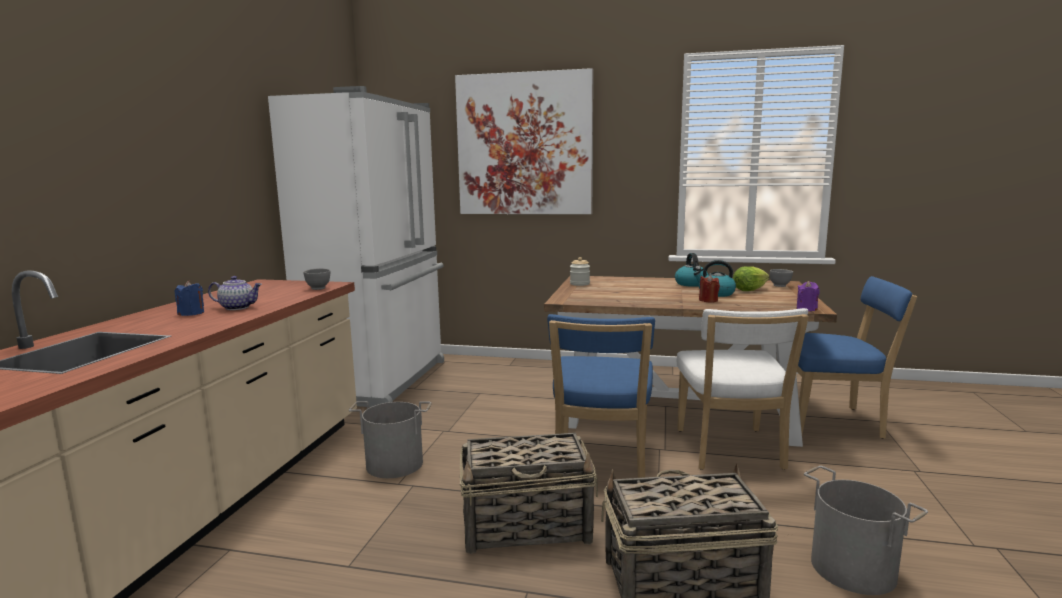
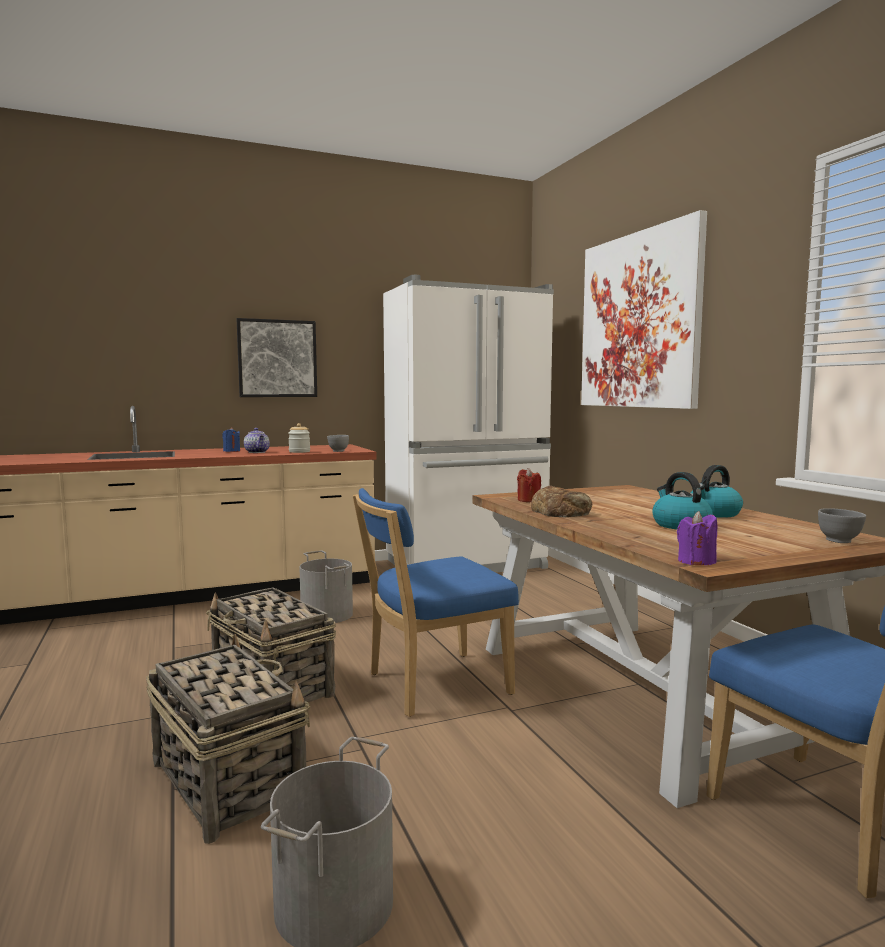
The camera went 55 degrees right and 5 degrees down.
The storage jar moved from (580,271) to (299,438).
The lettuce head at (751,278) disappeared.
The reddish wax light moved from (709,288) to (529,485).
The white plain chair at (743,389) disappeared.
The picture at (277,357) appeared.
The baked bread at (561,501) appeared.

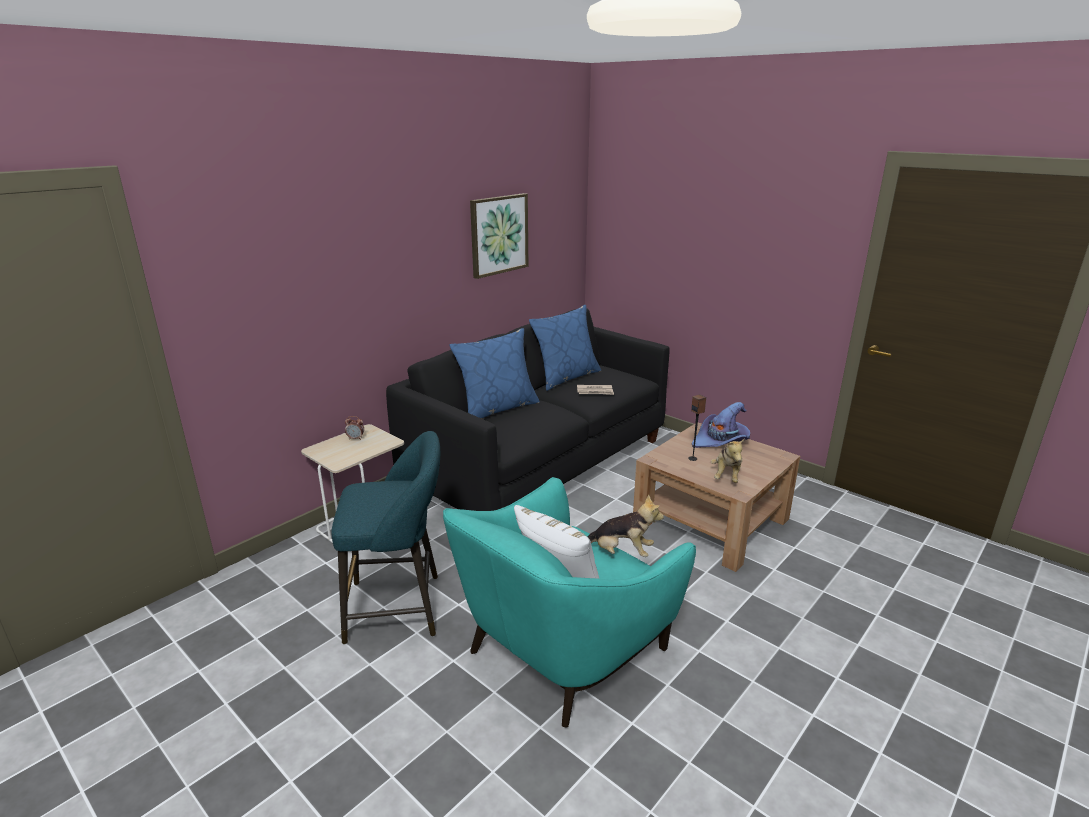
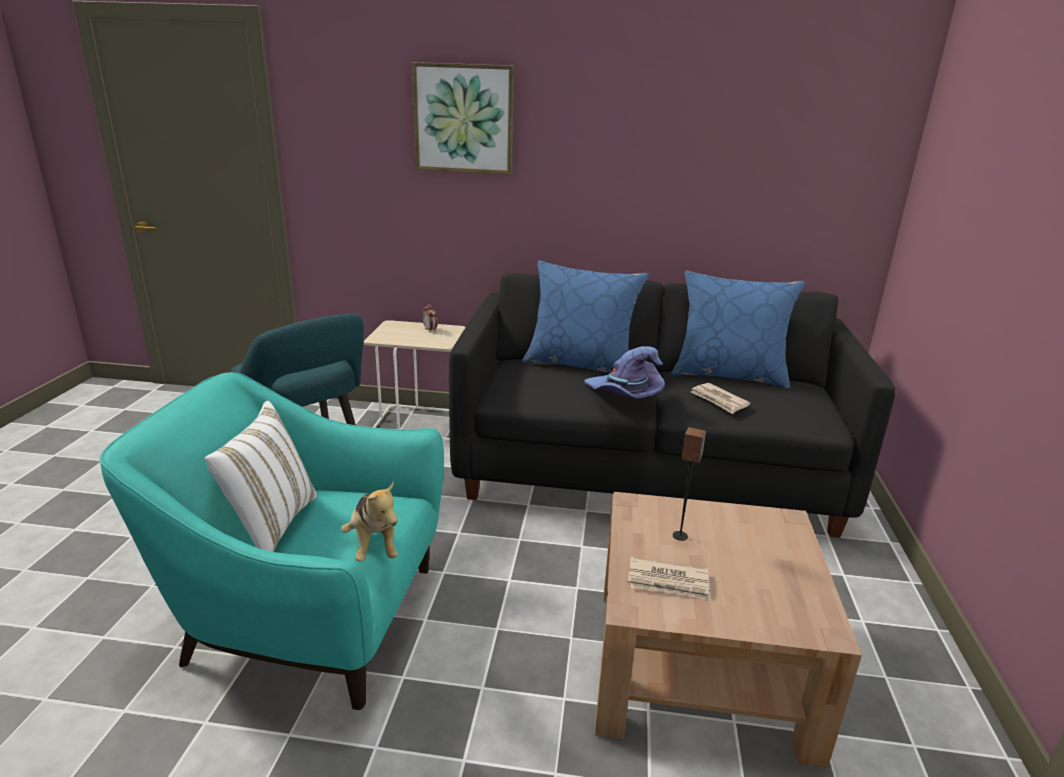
The camera went 55 degrees right and 0 degrees up.
The picture moved from (499,236) to (462,118).
The purplish hat moved from (721,425) to (624,372).
The cuddly toy at (728,460) was replaced by the daily paper at (669,578).

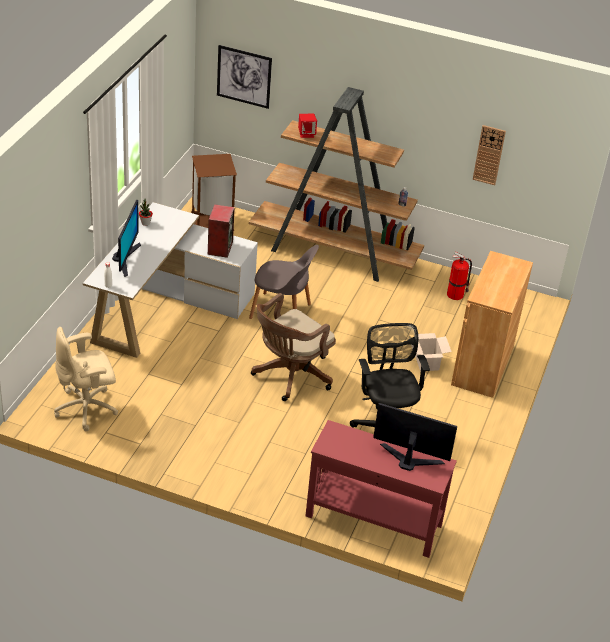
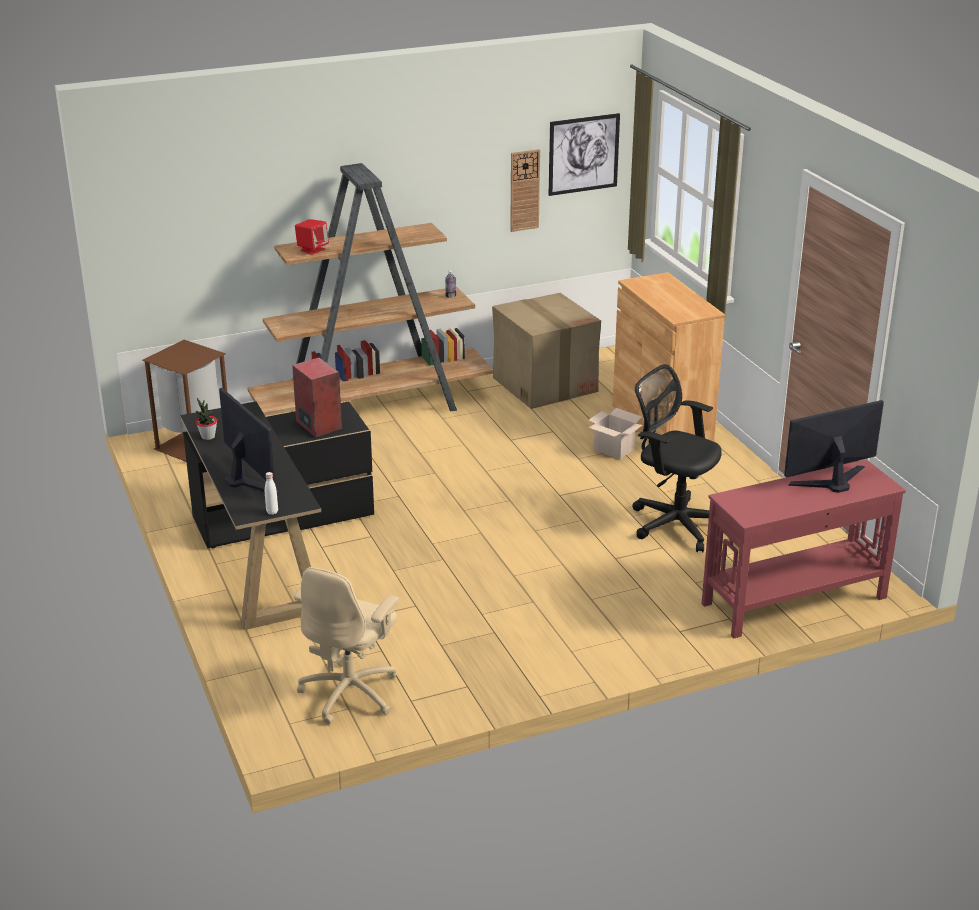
The camera went 40 degrees left and 10 degrees down.
The picture moved from (244,77) to (584,154).
The white desk unit at (170,280) became the black-coloured desk unit at (277,516).
The gray plain chair at (284,282) disappeared.
The fire extinguisher at (459,276) was replaced by the carton at (546,351).
The brown desk chair at (293,347) disappeared.

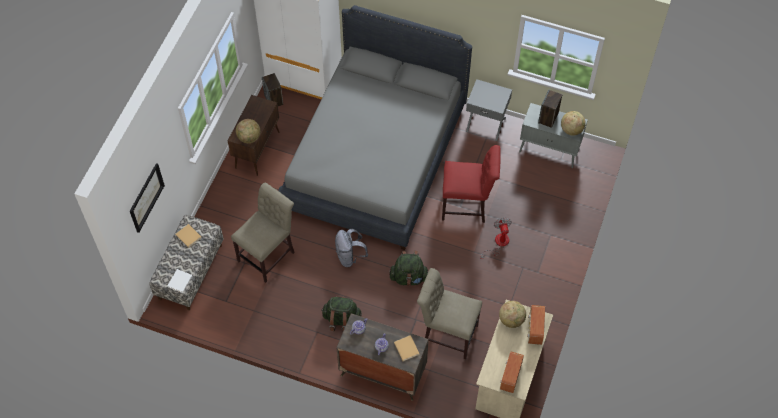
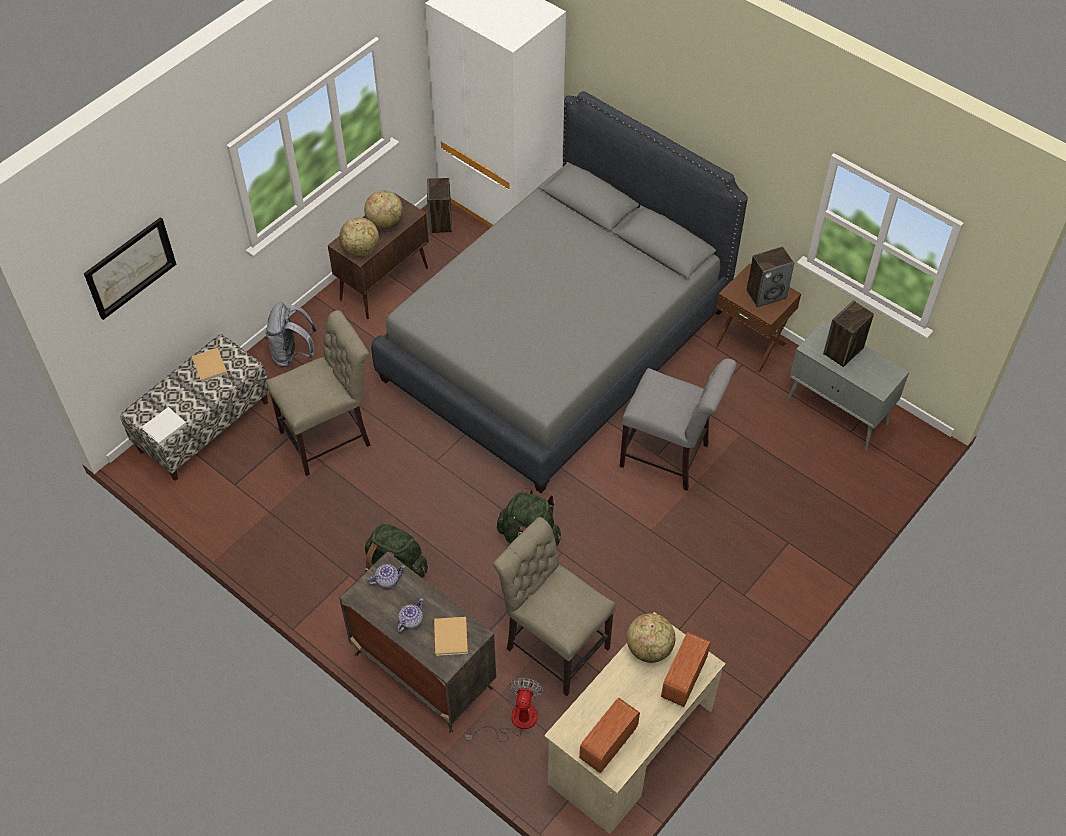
The camera went 20 degrees right and 5 degrees down.
The gray bedside table at (489,110) became the brown bedside table at (757,318).
The globe moved from (573,123) to (383,210).
The reddish plain chair at (471,184) became the gray plain chair at (678,425).
The electric fan moved from (496,238) to (504,710).
The gray knapsack moved from (351,248) to (291,334).
The speaker at (770,277) appeared.

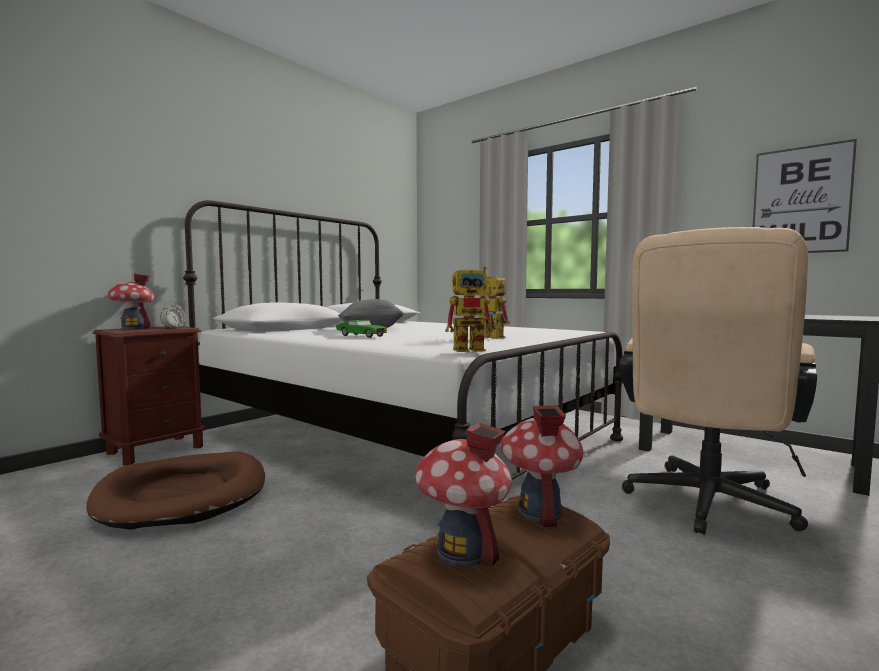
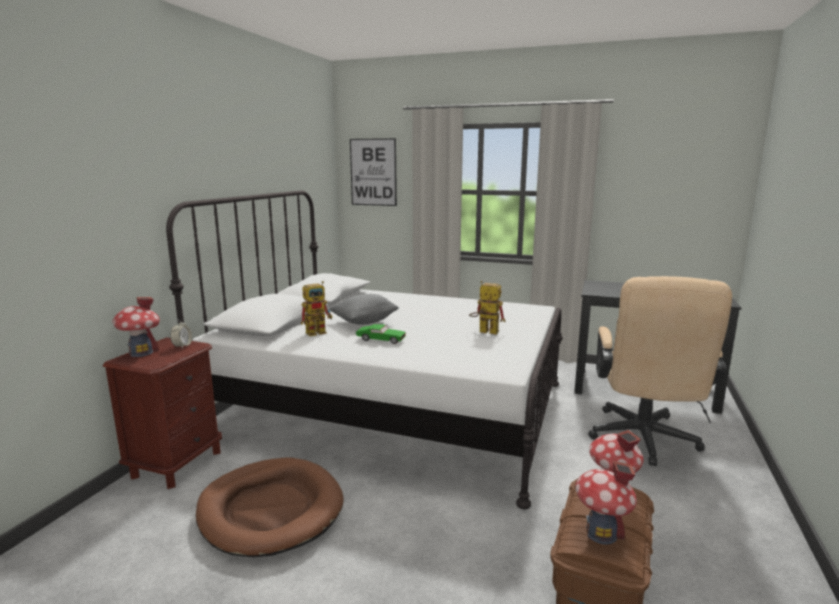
The camera went 20 degrees left and 10 degrees up.
The picture moved from (805,196) to (373,172).
The toy robot moved from (471,309) to (316,308).

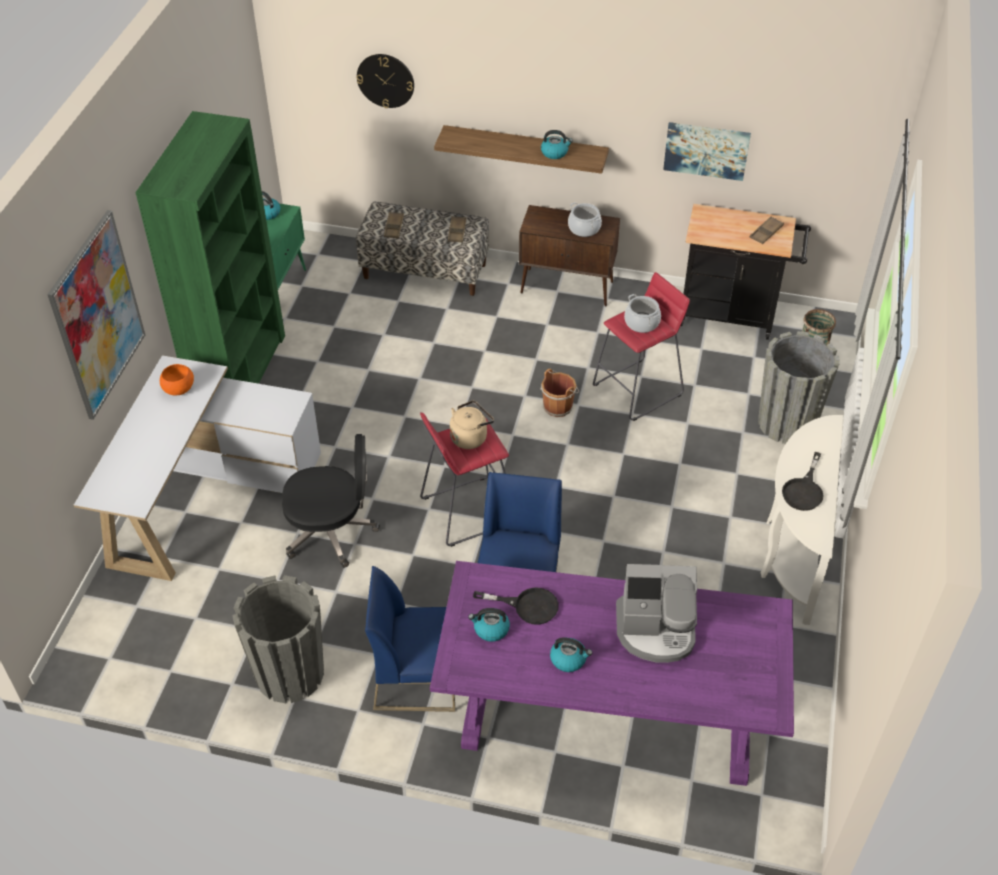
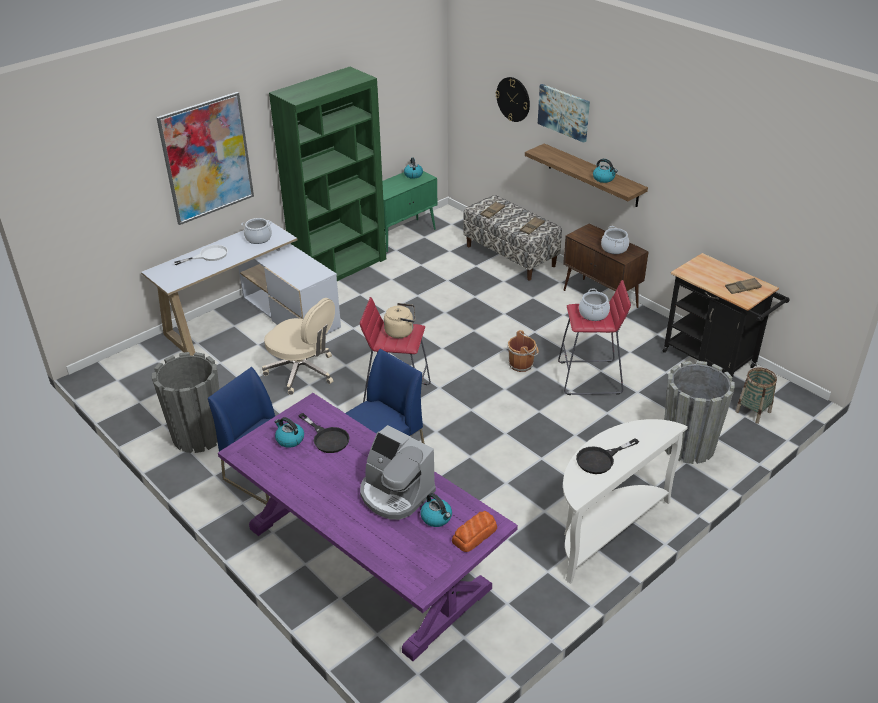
The camera went 35 degrees right and 10 degrees down.
The picture moved from (707,151) to (564,113).
The orangey deep dish at (177,379) was replaced by the cooking pot at (256,231).
The black-coloured desk chair at (331,501) became the beige desk chair at (298,346).
The water kettle moved from (571,654) to (436,510).
The white skillet at (201,255) appeared.
The baked bread at (474,531) appeared.

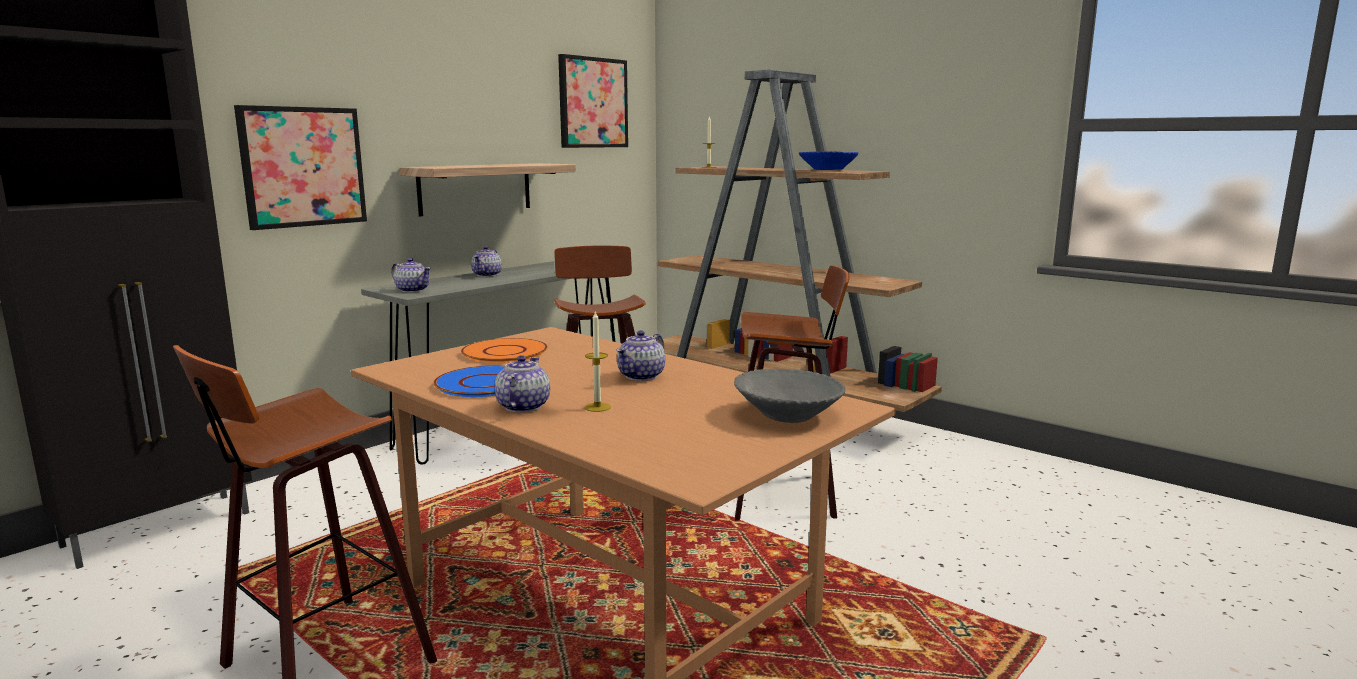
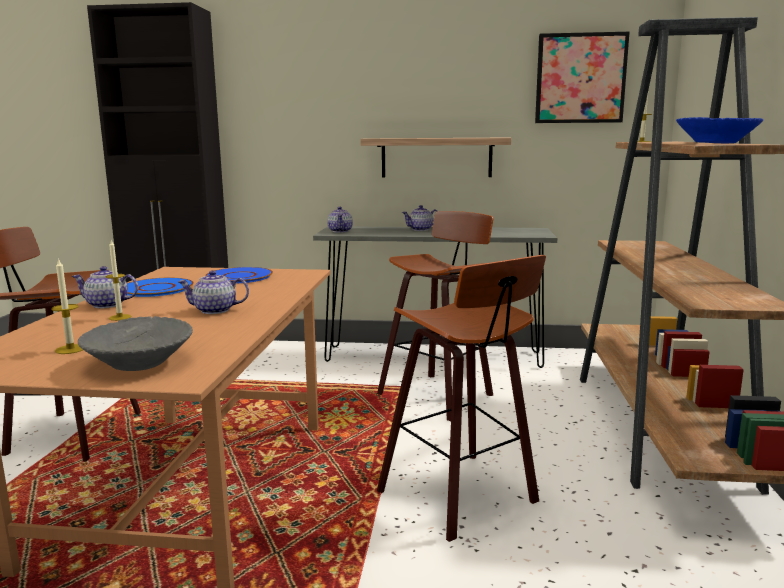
The camera went 55 degrees right and 0 degrees up.
The picture at (300,167) disappeared.
The orangey dinner plate at (504,350) became the blue-coloured dinner plate at (239,275).
The tea pot at (522,383) turned 150 degrees counterclockwise.
The wax light at (67,306) appeared.

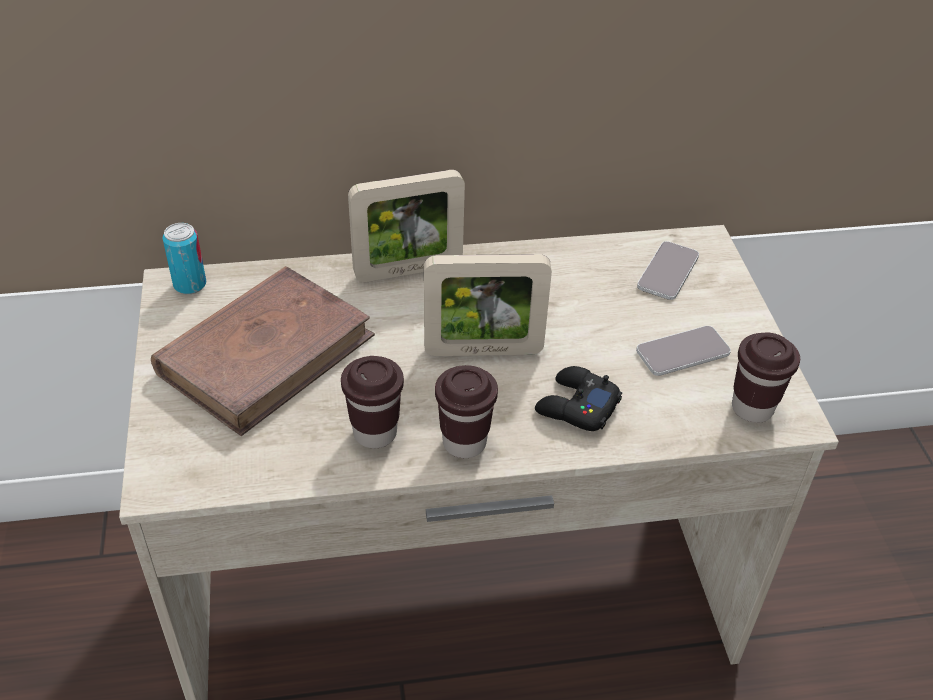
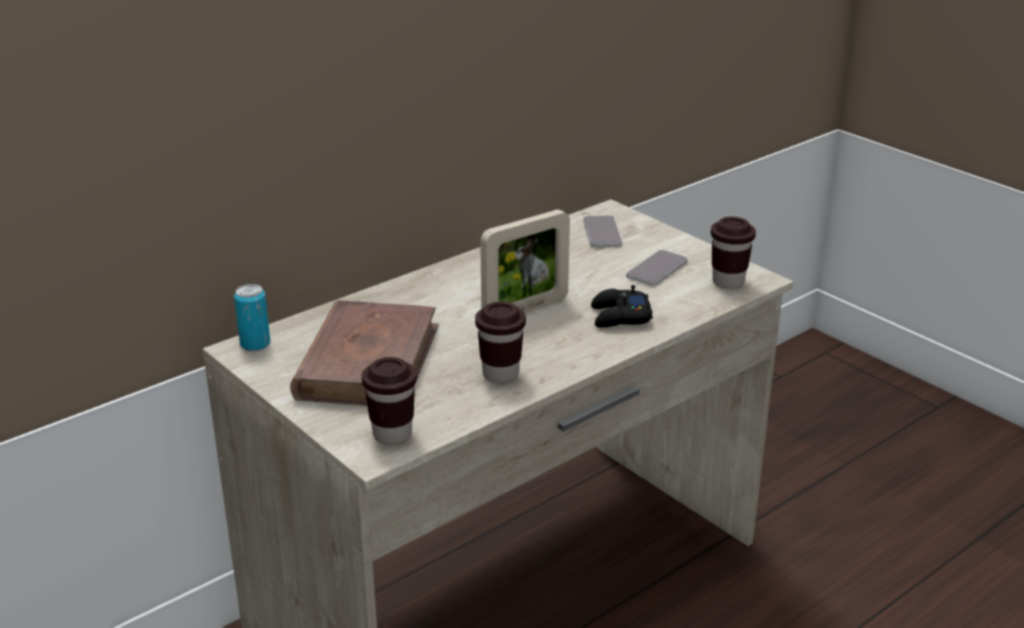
The camera went 30 degrees left and 15 degrees down.
The picture frame at (406,226) disappeared.
The brown drinking cup moved from (466,411) to (389,401).

